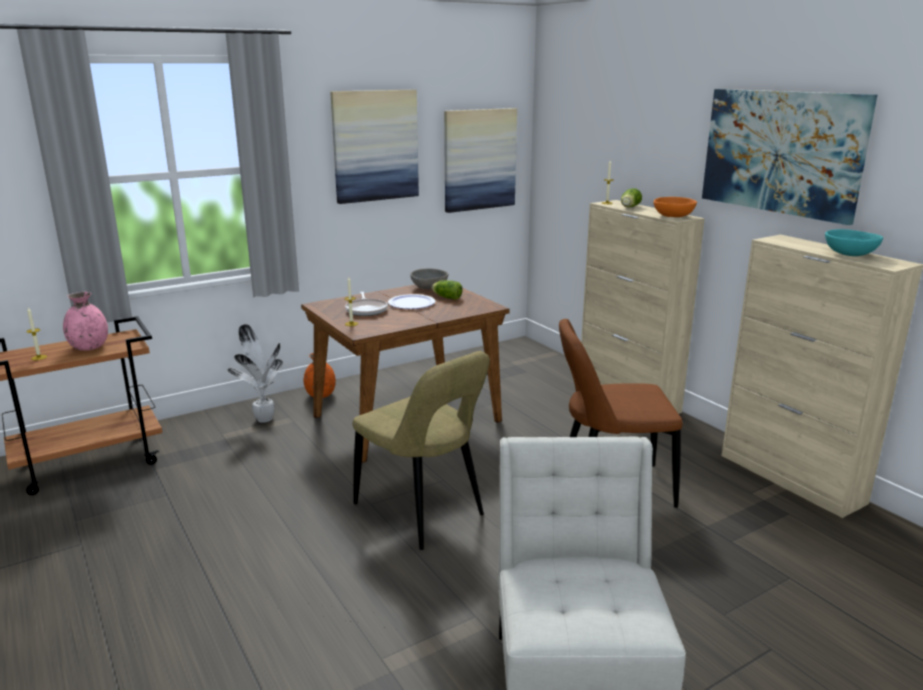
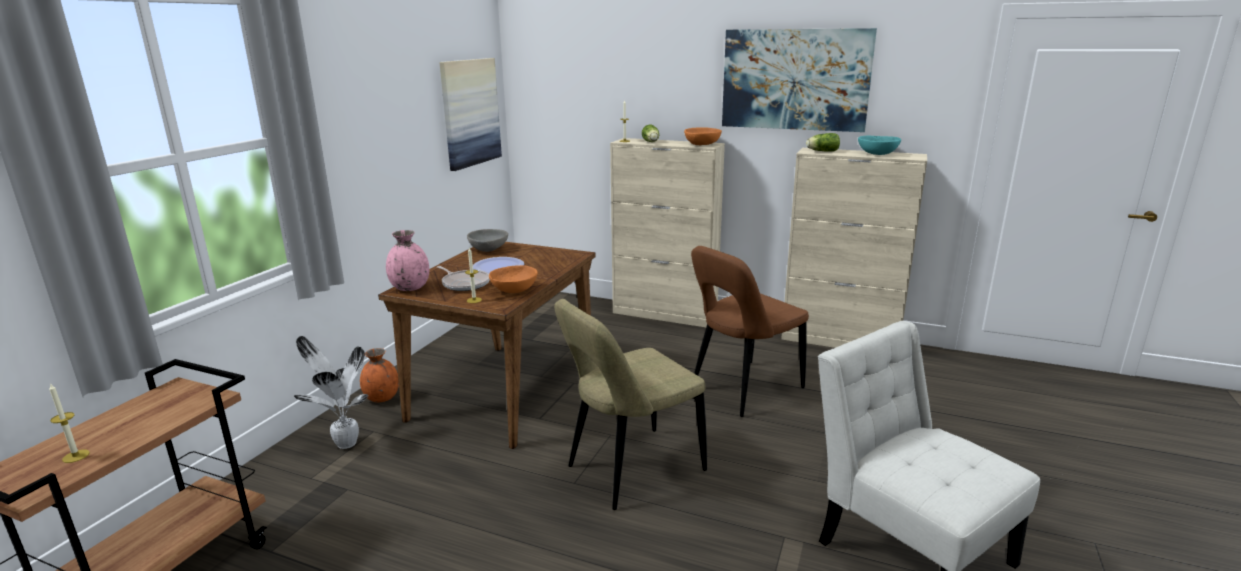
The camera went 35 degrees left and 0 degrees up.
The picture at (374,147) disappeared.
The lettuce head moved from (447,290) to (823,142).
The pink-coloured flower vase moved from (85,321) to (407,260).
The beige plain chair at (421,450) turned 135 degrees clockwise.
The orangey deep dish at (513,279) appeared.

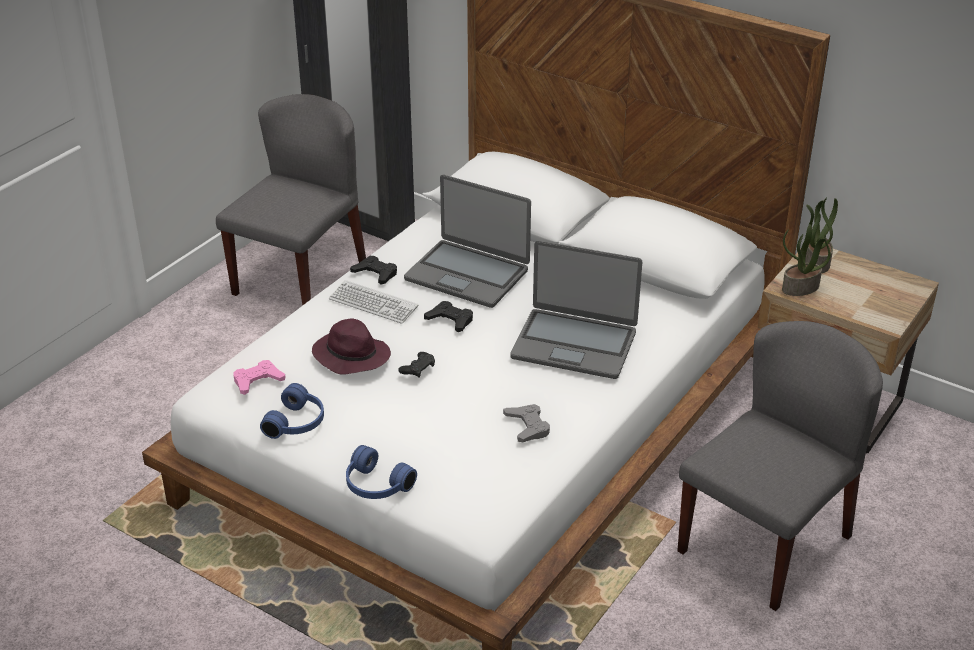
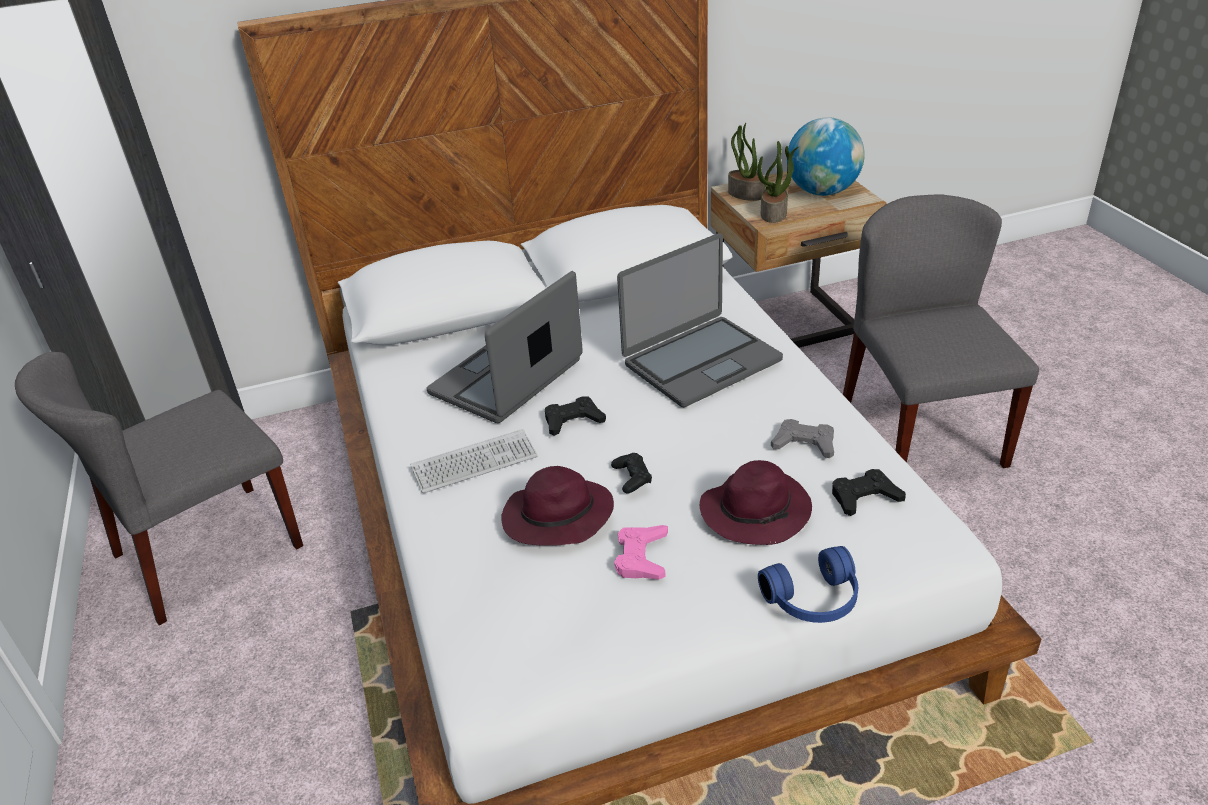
The camera went 50 degrees left and 0 degrees up.
The gray plain chair at (291,200) turned 105 degrees counterclockwise.
The notebook computer at (467,241) turned 150 degrees clockwise.
The black-coloured game controller moved from (373,270) to (869,492).
The pink-coloured game controller moved from (259,377) to (641,552).
The blue-coloured pair of headphones at (292,411) disappeared.
The globe at (826,156) appeared.
The purplish hat at (756,502) appeared.

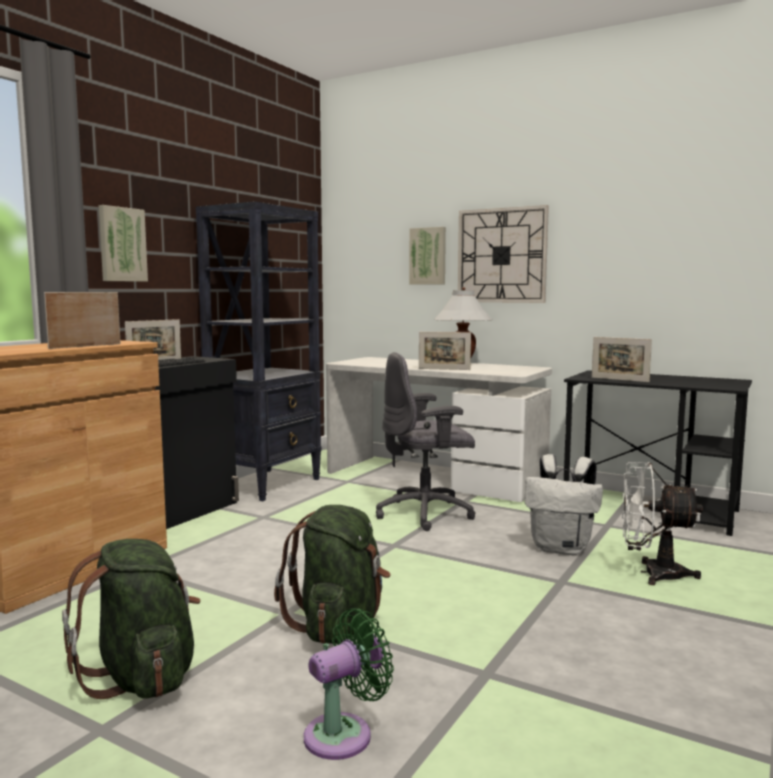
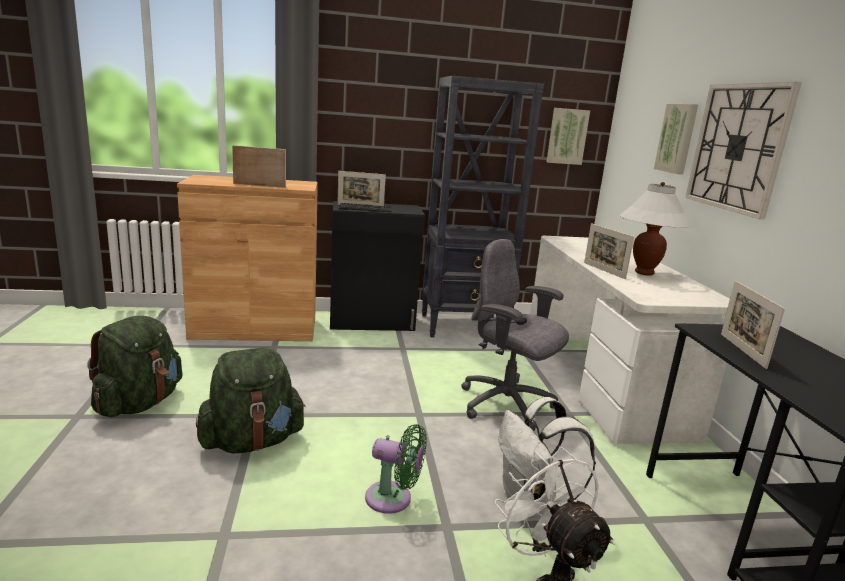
The camera went 50 degrees right and 10 degrees up.
The picture moved from (123,243) to (568,136).
The green-coloured electric fan moved from (349,684) to (396,469).

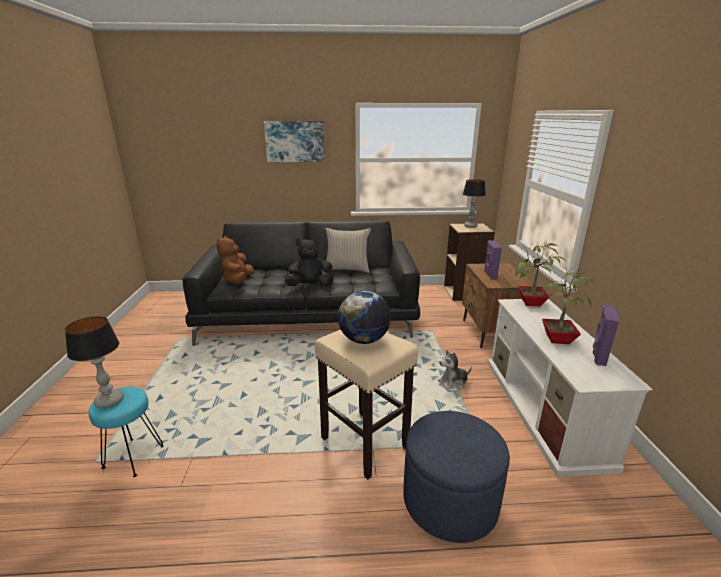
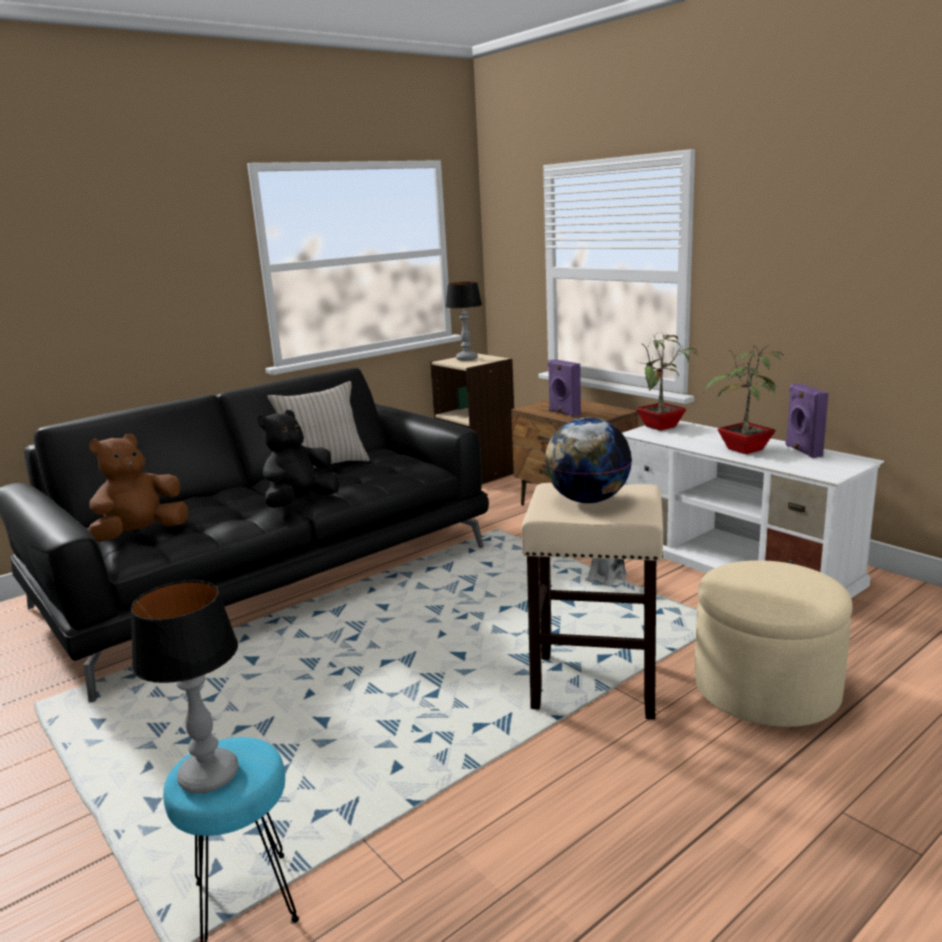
The camera went 35 degrees left and 5 degrees down.
The picture at (294,141) disappeared.
The brown cuddly toy at (235,260) turned 75 degrees clockwise.
The blue-coloured ottoman at (456,477) became the beige ottoman at (774,643).

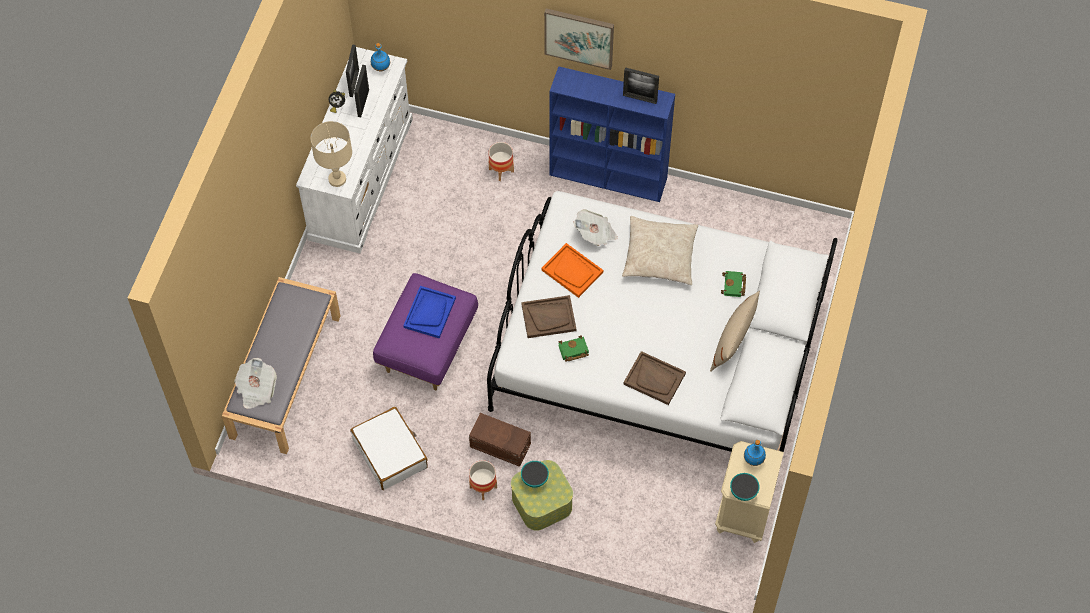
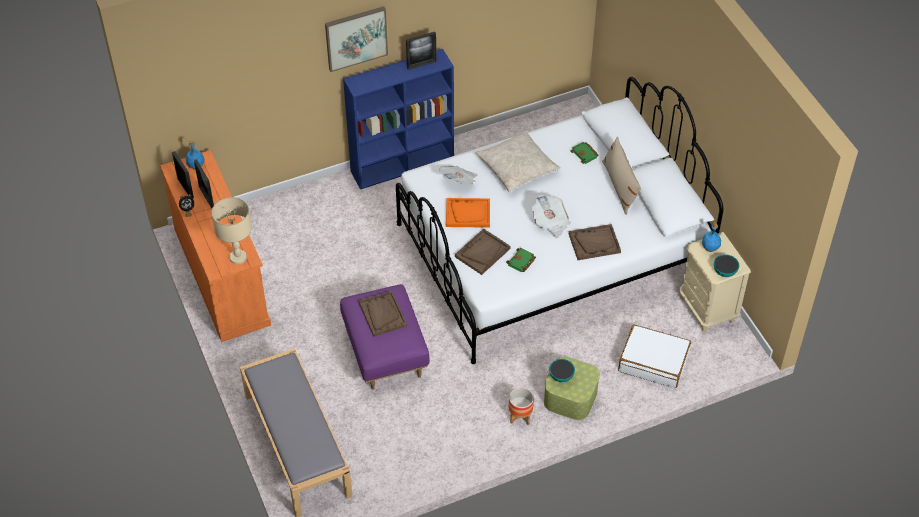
The camera went 40 degrees left and 10 degrees down.
The white dresser at (354,150) became the orangey dresser at (215,246).
The flower pot at (501,161) disappeared.
The blue-coloured serving tray at (429,312) became the brown serving tray at (383,313).
The daily paper moved from (255,383) to (551,216).
The white piece of luggage moved from (389,448) to (654,356).
The brown storage box at (500,440) disappeared.

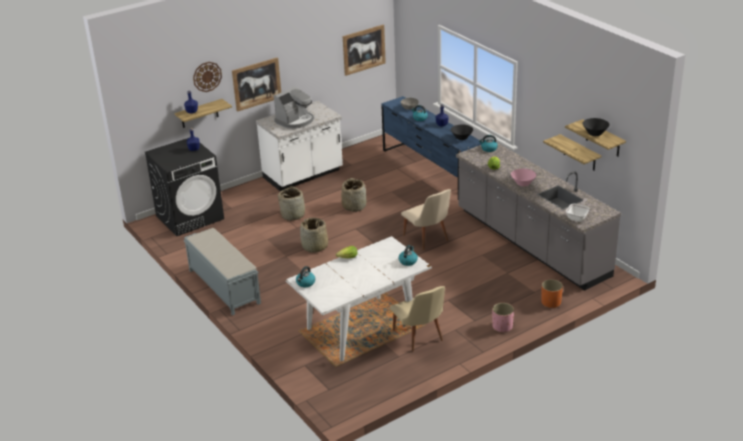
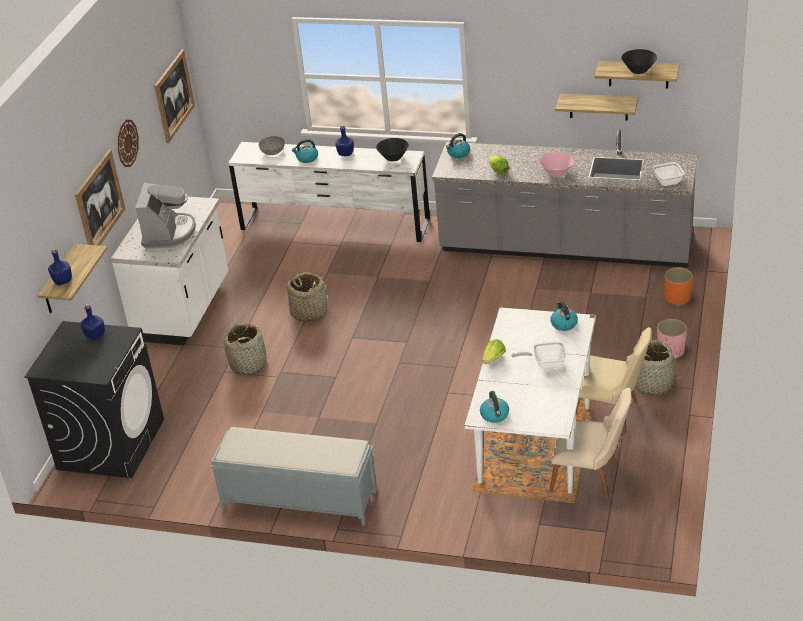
The camera went 40 degrees left and 5 degrees up.
The clock on the wall moved from (207,77) to (128,143).
The blue-coloured dresser at (431,148) became the white dresser at (329,192).
The beige plain chair moved from (426,219) to (590,443).
The basket moved from (314,235) to (659,367).
The skillet at (539,355) appeared.

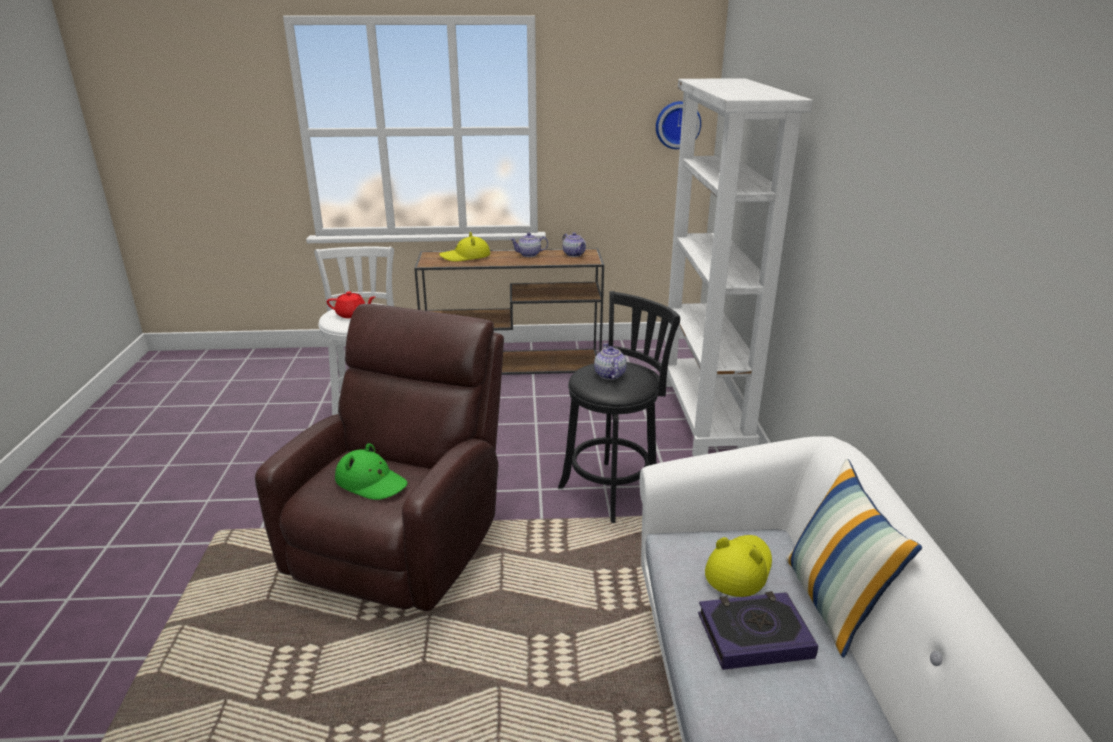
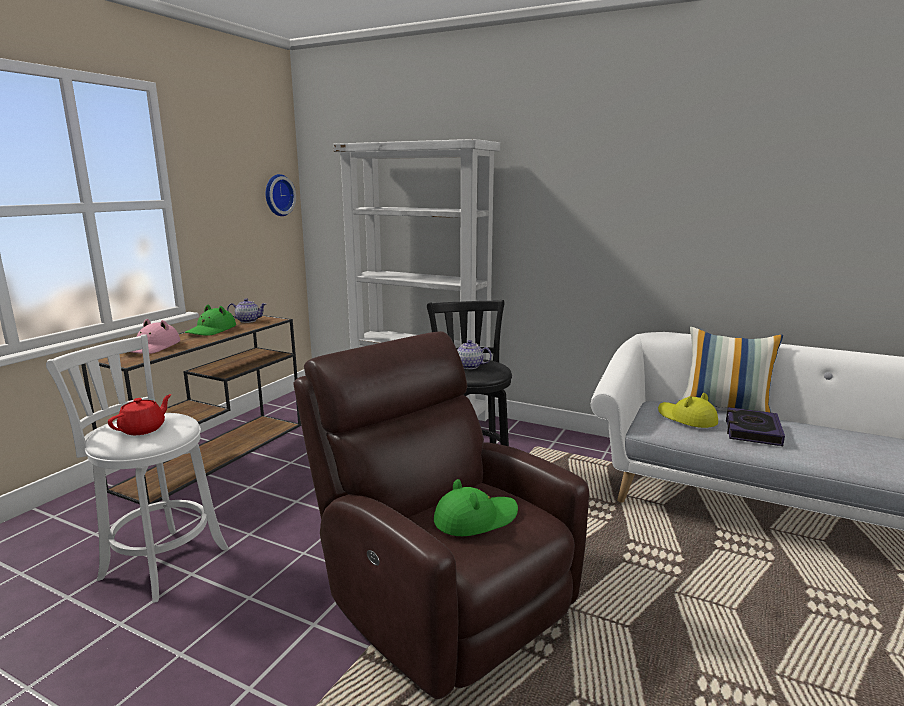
The camera went 60 degrees left and 10 degrees down.
The yellowish hat at (464,247) became the pink-coloured hat at (156,336).
The tea pot at (529,245) was replaced by the green-coloured hat at (210,320).

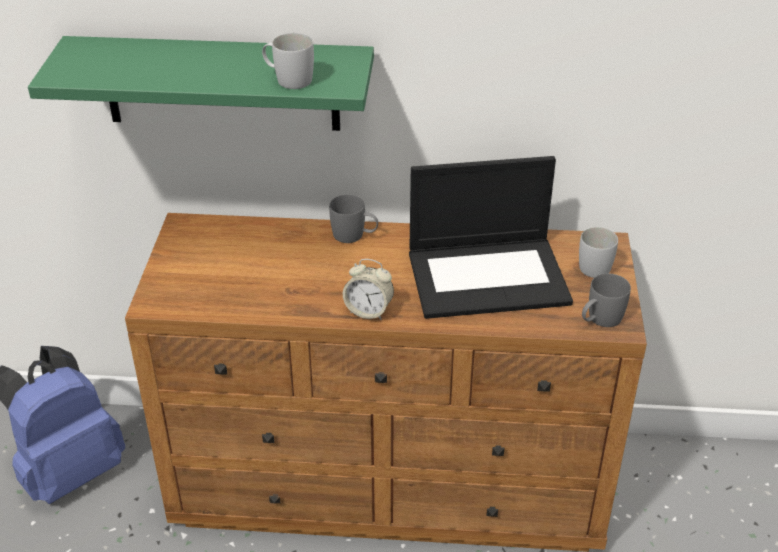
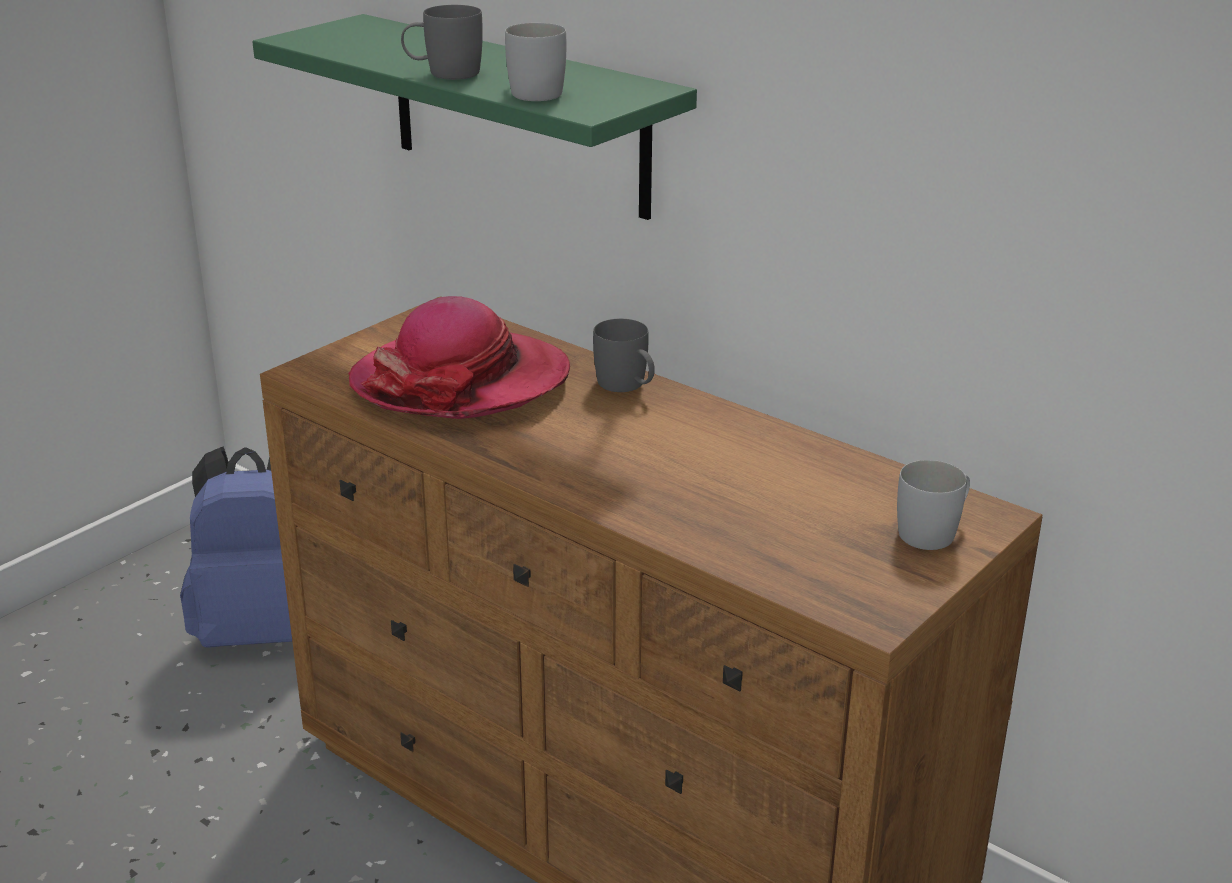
The camera went 35 degrees right and 10 degrees down.
The notebook computer at (491,237) disappeared.
The alarm clock at (368,289) disappeared.
The gray coffee mug moved from (606,300) to (442,42).
The hat at (459,357) appeared.

